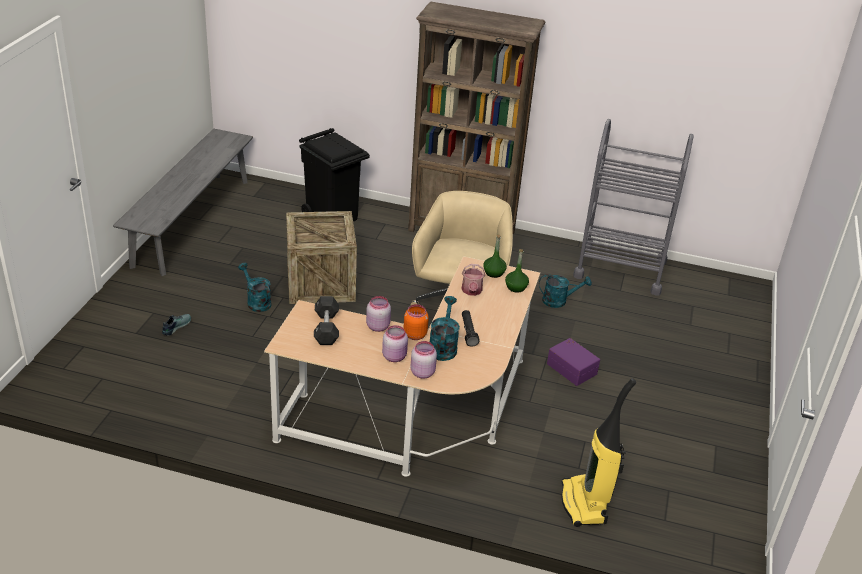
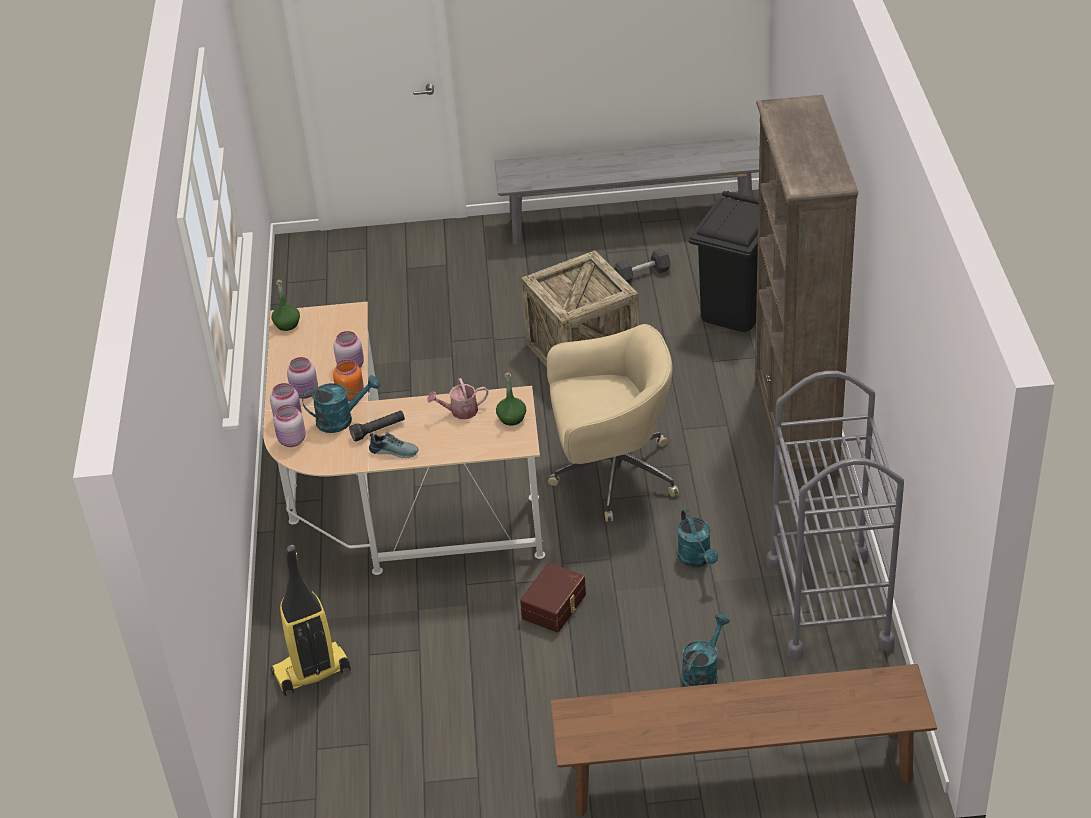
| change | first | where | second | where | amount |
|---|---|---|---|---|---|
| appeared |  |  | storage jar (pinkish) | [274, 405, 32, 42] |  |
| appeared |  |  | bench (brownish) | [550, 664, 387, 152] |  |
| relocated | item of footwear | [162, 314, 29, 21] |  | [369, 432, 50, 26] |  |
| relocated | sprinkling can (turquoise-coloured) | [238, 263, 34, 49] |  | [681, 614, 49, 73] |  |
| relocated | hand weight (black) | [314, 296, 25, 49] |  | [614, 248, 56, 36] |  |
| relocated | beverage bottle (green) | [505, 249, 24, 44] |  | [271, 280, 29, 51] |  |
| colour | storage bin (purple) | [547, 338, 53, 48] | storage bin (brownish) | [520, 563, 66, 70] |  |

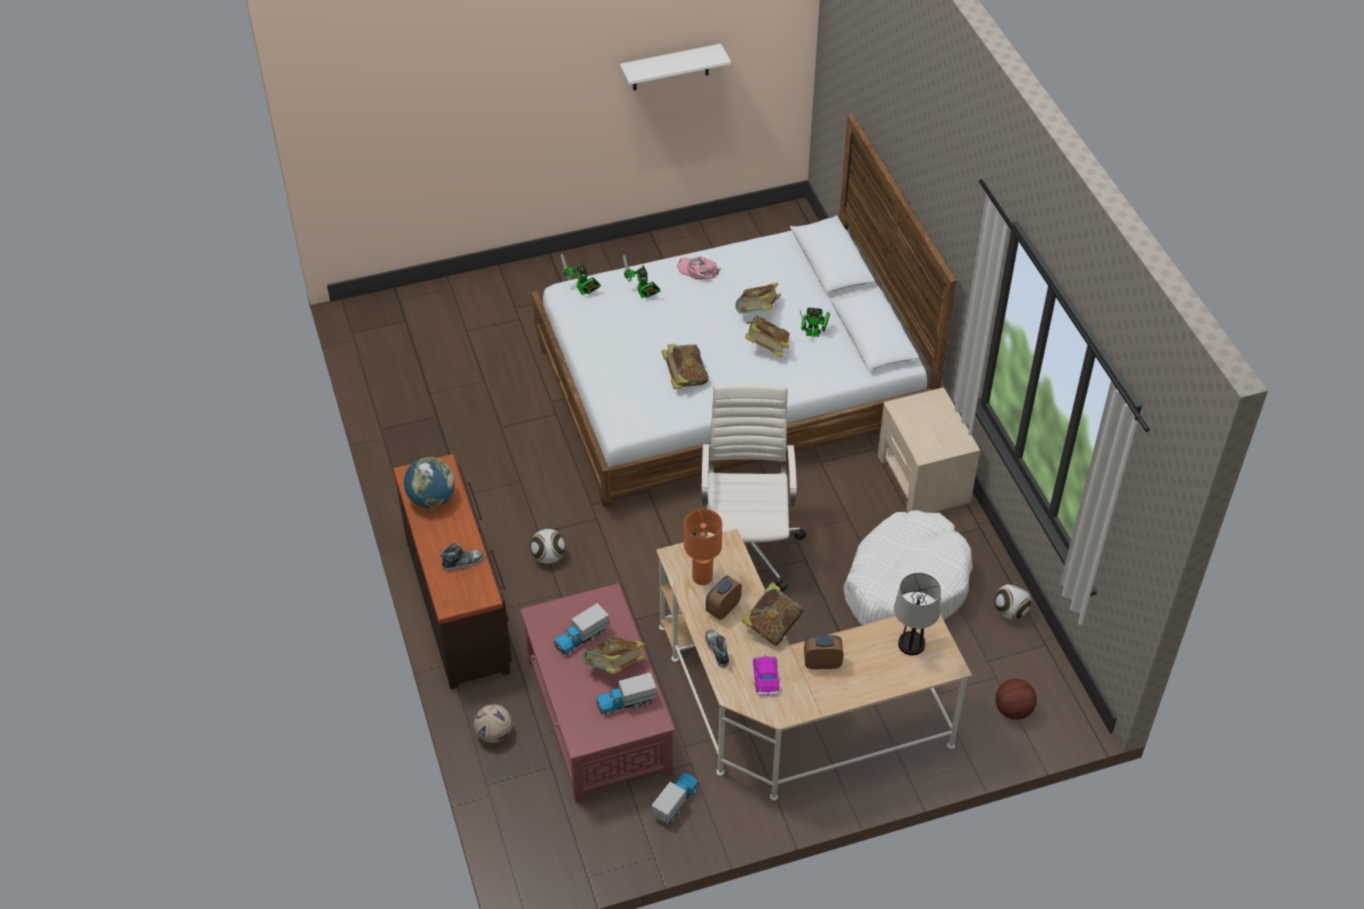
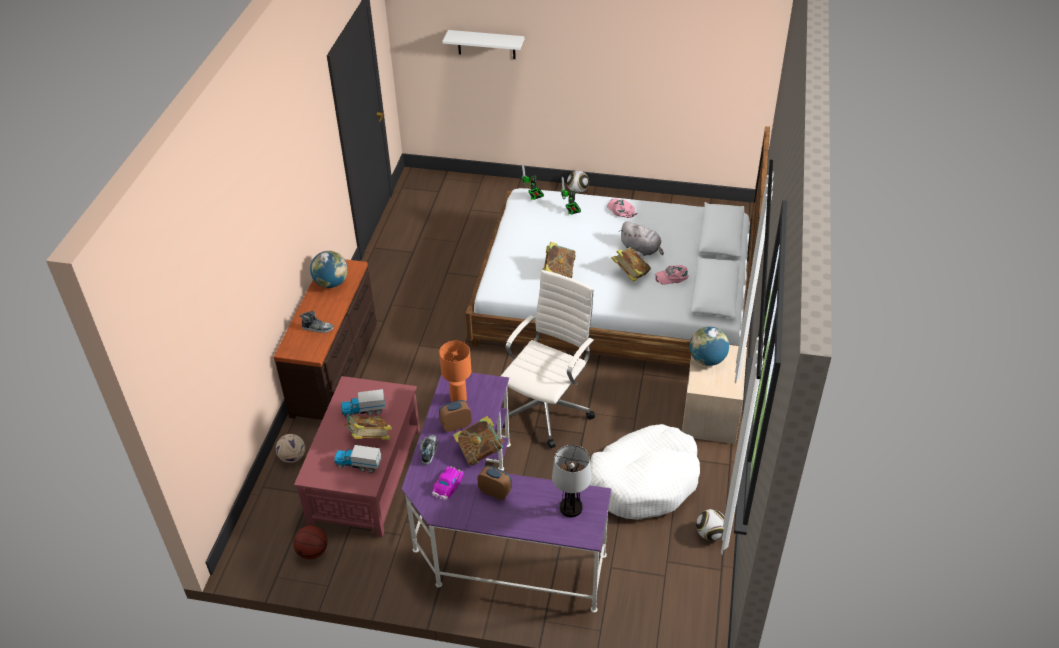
| change | first | where | second | where | amount |
|---|---|---|---|---|---|
| missing | toy lorry | [651, 773, 47, 51] |  |  |  |
| appeared |  |  | globe | [690, 327, 39, 39] |  |
| relocated | football | [530, 529, 36, 35] |  | [567, 171, 22, 22] |  |
| relocated | shelf (white-coloured) | [620, 44, 111, 46] |  | [442, 30, 83, 29] |  |
| relocated | basketball | [995, 679, 42, 41] |  | [293, 525, 35, 35] |  |
| exchanged | bound book | [735, 283, 46, 31] | plush toy (greyish) | [619, 222, 45, 34] |  |
| exchanged | model robot | [800, 308, 30, 29] | baseball cap (pinkish) | [654, 265, 35, 20] |  |
| colour | desk table (beige) | [656, 529, 316, 272] | desk table (purple) | [402, 373, 209, 240] |  |

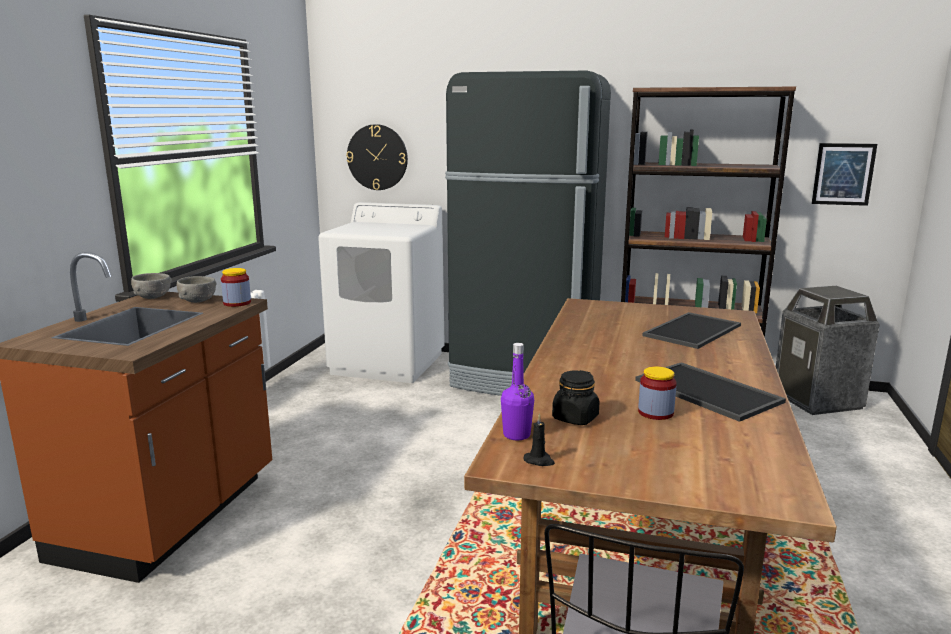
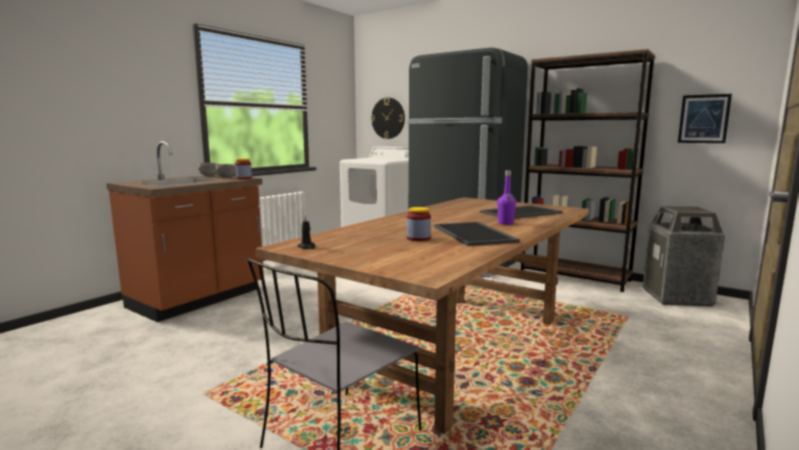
| change | first | where | second | where | amount |
|---|---|---|---|---|---|
| missing | storage jar (black) | [552, 370, 47, 55] |  |  |  |
| relocated | beverage bottle (purple) | [501, 343, 33, 97] |  | [497, 170, 19, 55] |  |

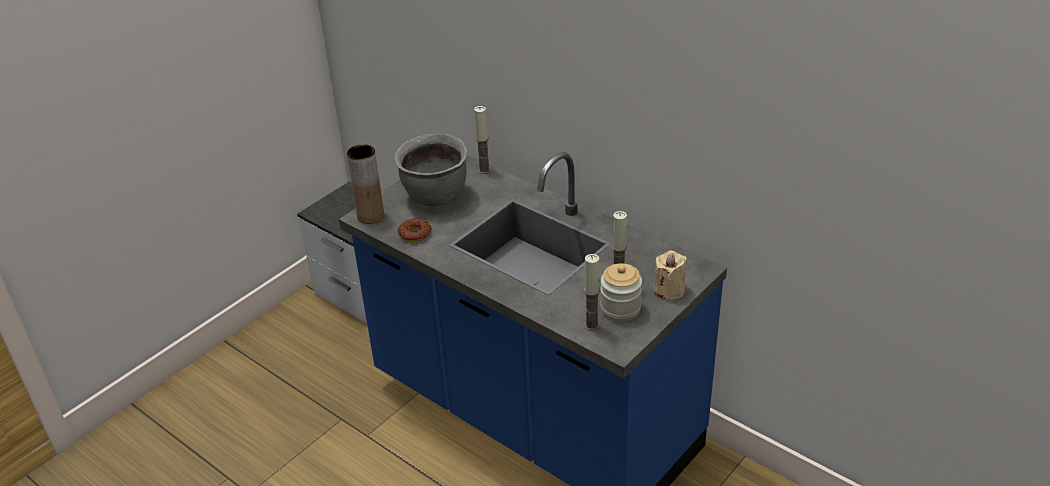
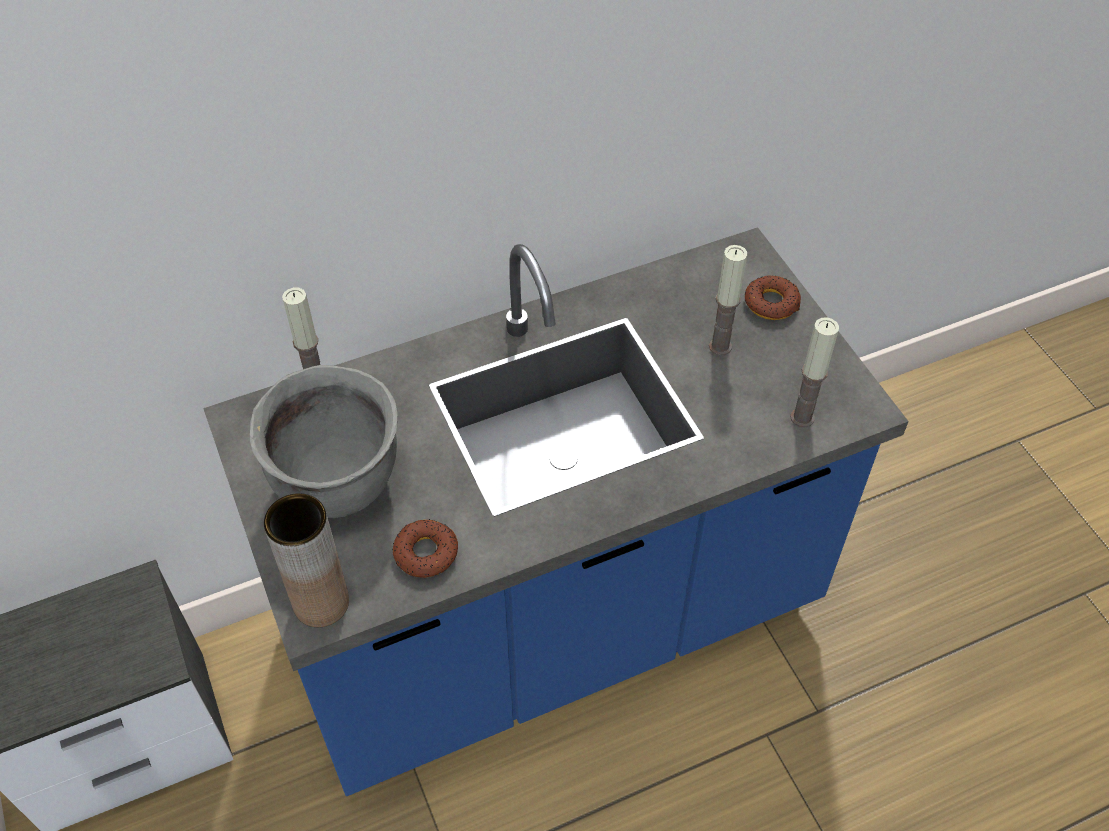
| change | first | where | second | where | amount |
|---|---|---|---|---|---|
| missing | storage jar | [600, 263, 42, 58] |  |  |  |
| exchanged | candle (beige) | [654, 251, 33, 49] | doughnut | [744, 275, 57, 45] |  |

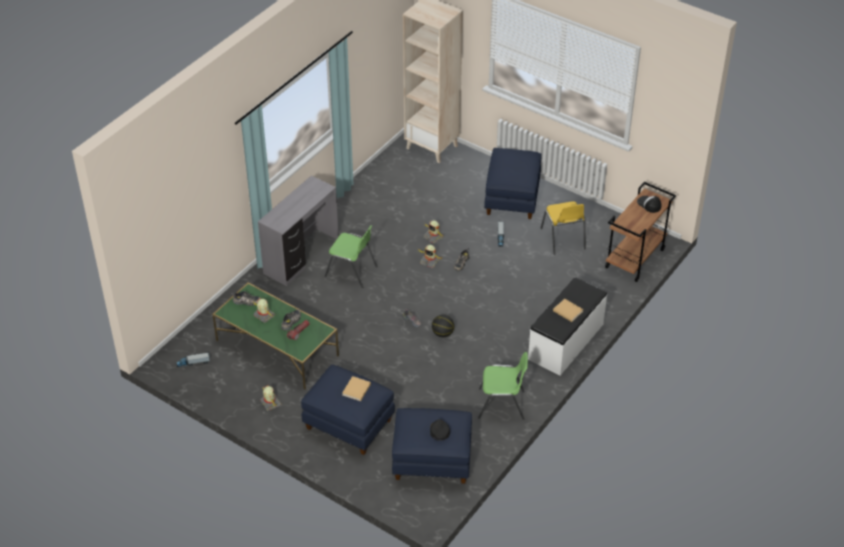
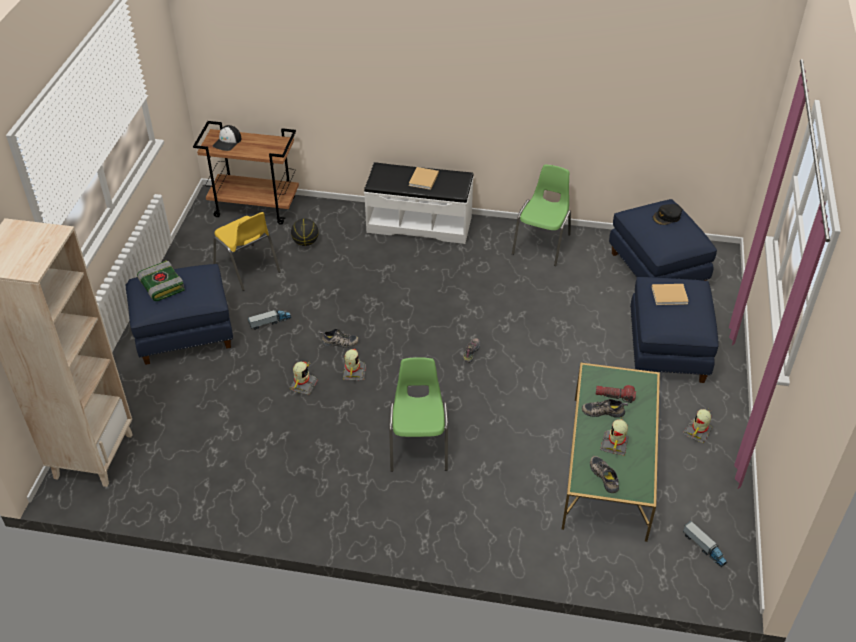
| change | first | where | second | where | amount |
|---|---|---|---|---|---|
| missing | desk table (greyish) | [258, 175, 81, 111] |  |  |  |
| appeared |  |  | bound book | [137, 261, 48, 40] |  |
| relocated | basketball | [432, 315, 22, 22] |  | [291, 219, 28, 27] |  |
| spun | upright chair (green) | [478, 352, 50, 68] |  | [512, 165, 59, 101] | 45 degrees clockwise |
| spun | upright chair (yellow-coloured) | [541, 201, 45, 54] |  | [213, 212, 68, 79] | 90 degrees clockwise |

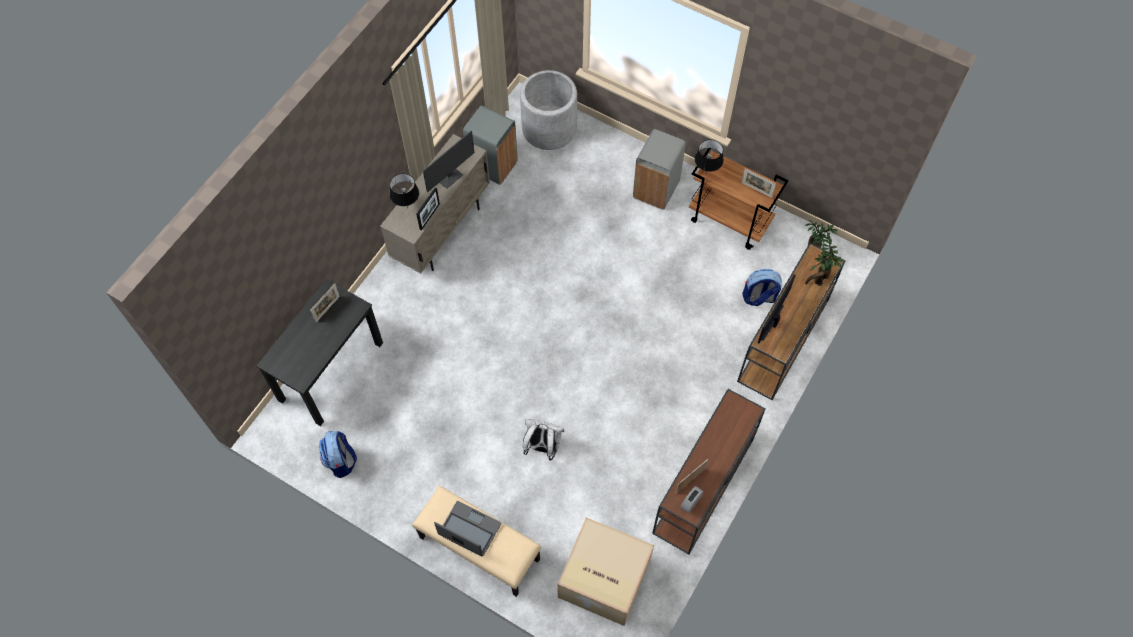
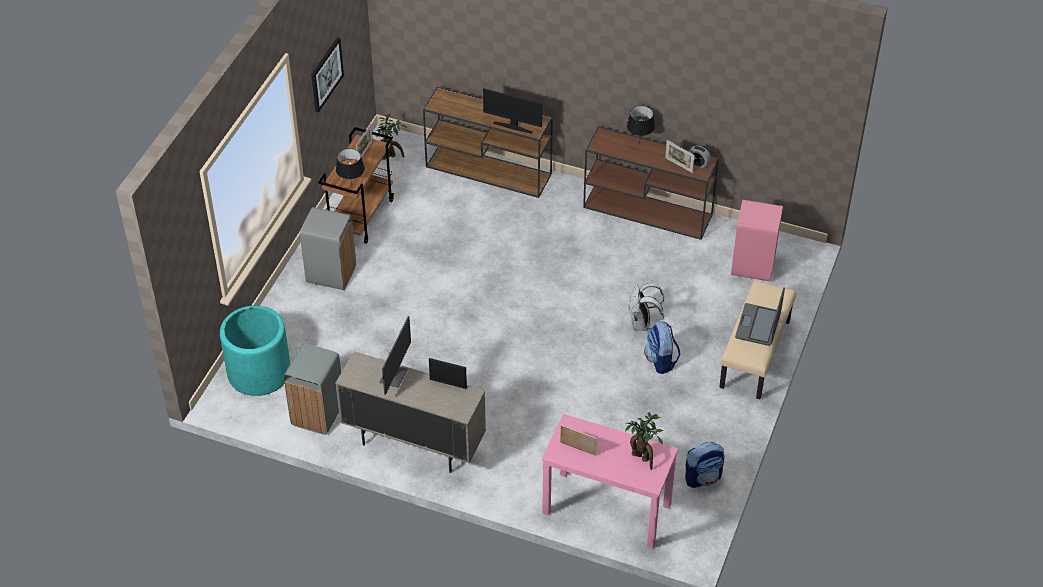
| change | first | where | second | where | amount |
|---|---|---|---|---|---|
| appeared |  |  | wall picture | [311, 37, 33, 76] |  |
| relocated | tabletop lamp (black) | [390, 173, 29, 35] |  | [627, 105, 28, 40] |  |
| relocated | backpack | [742, 269, 40, 37] |  | [644, 320, 37, 54] |  |
| relocated | potted plant | [805, 238, 40, 48] |  | [625, 412, 38, 58] |  |
| exchanged | packing box | [557, 517, 97, 109] | waste bin (pinkish) | [731, 200, 52, 82] |  |
| colour | desk table (black) | [256, 279, 127, 147] | desk table (pinkish) | [542, 414, 136, 134] |  |
| colour | flower pot (greyish) | [520, 70, 57, 80] | flower pot (turquoise-coloured) | [220, 305, 70, 91] |  |
| spun | monitor | [423, 131, 52, 61] |  | [379, 316, 32, 79] | 75 degrees clockwise |

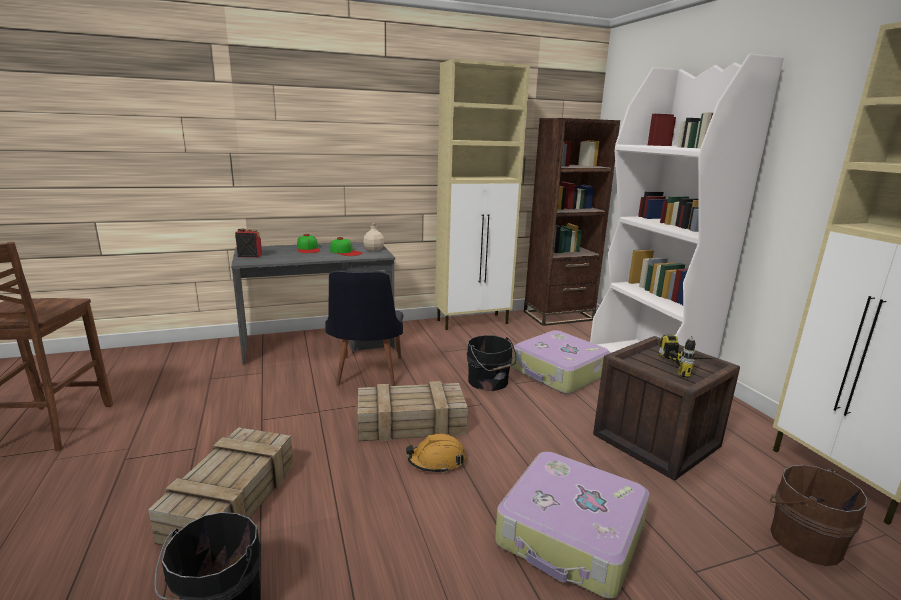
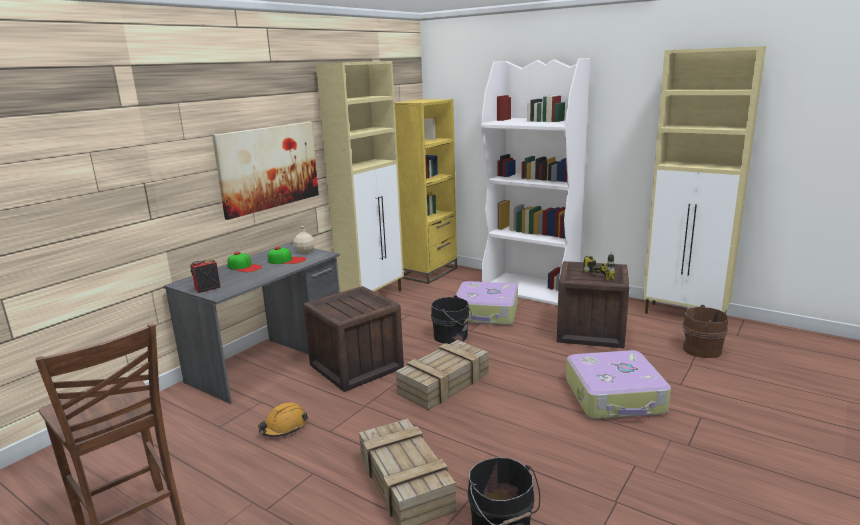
| change | first | where | second | where | amount |
|---|---|---|---|---|---|
| appeared |  |  | wall picture | [212, 122, 107, 98] |  |
| relocated | work helmet (orange) | [406, 433, 60, 40] |  | [258, 402, 50, 35] |  |
| exchanged | upright chair (black) | [325, 270, 78, 116] | crate | [303, 286, 101, 106] |  |
| colour | shelving unit (brownish) | [524, 118, 96, 208] | shelving unit (yellow-coloured) | [395, 99, 62, 185] |  |

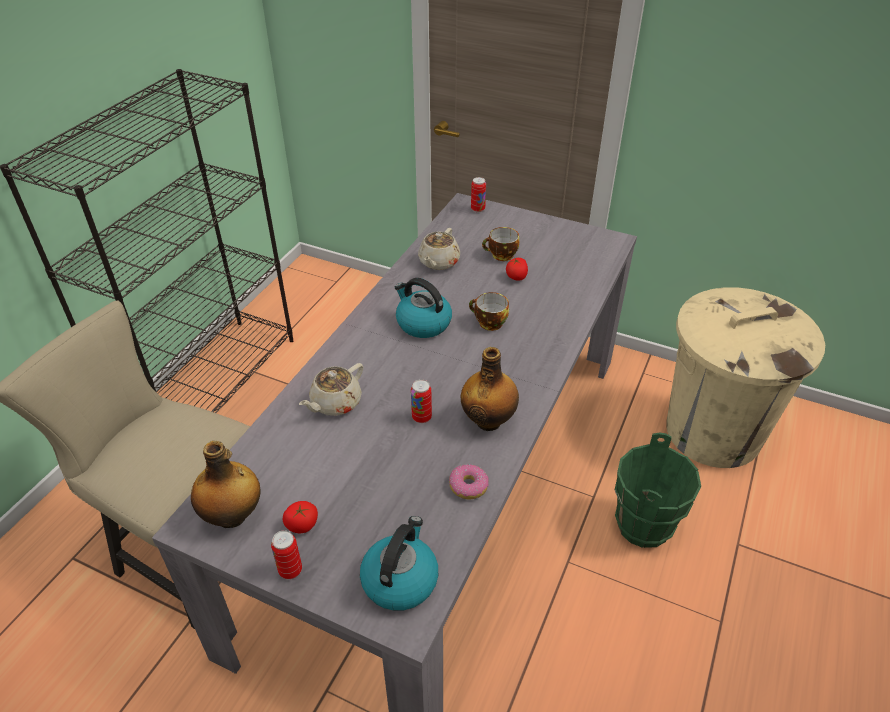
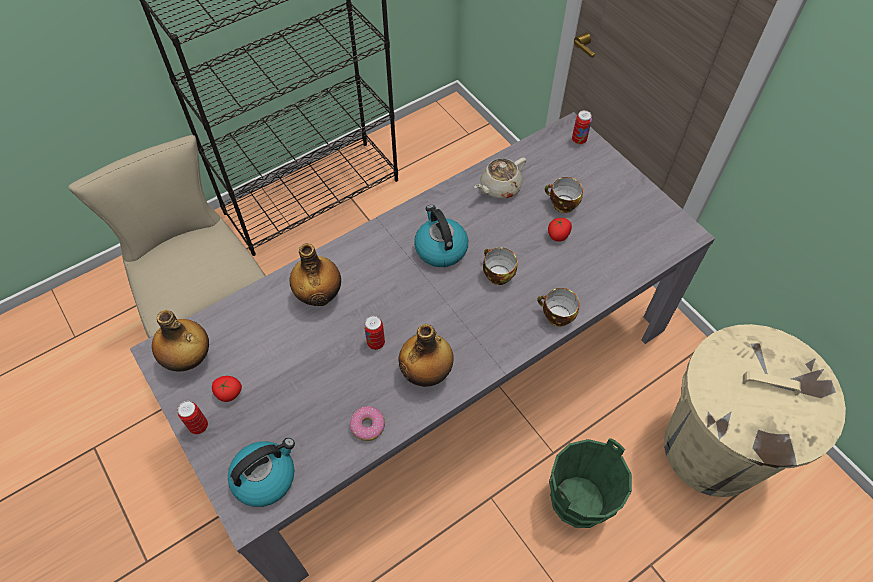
| change | first | where | second | where | amount |
|---|---|---|---|---|---|
| appeared |  |  | drinking cup | [537, 288, 43, 39] |  |
| exchanged | teapot (beige) | [299, 363, 64, 53] | beverage bottle | [290, 243, 51, 63] |  |

